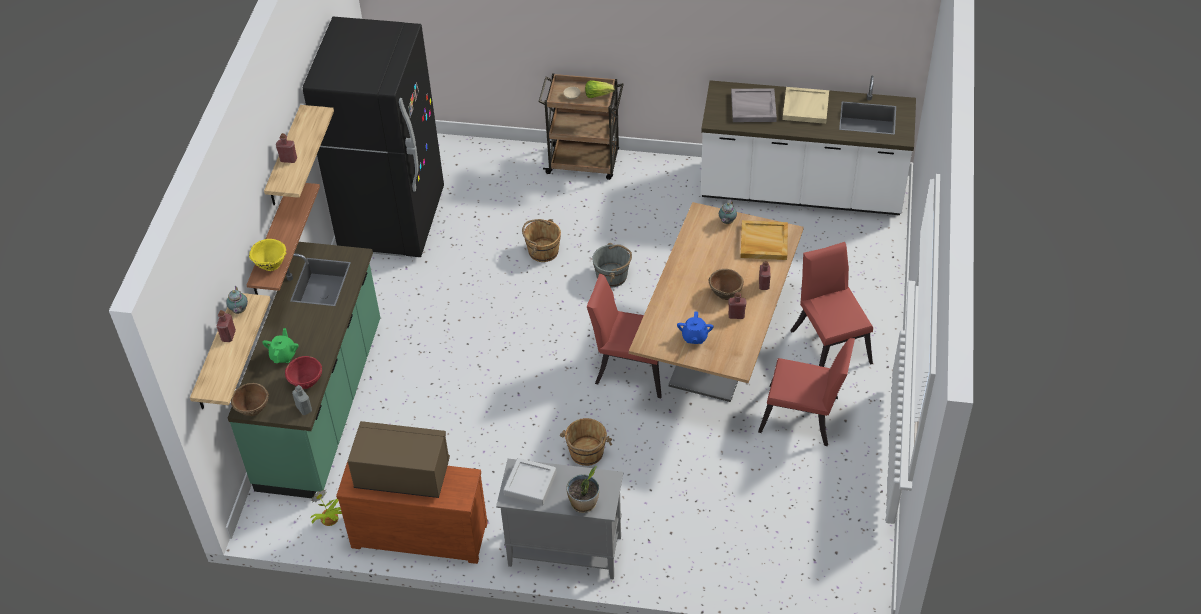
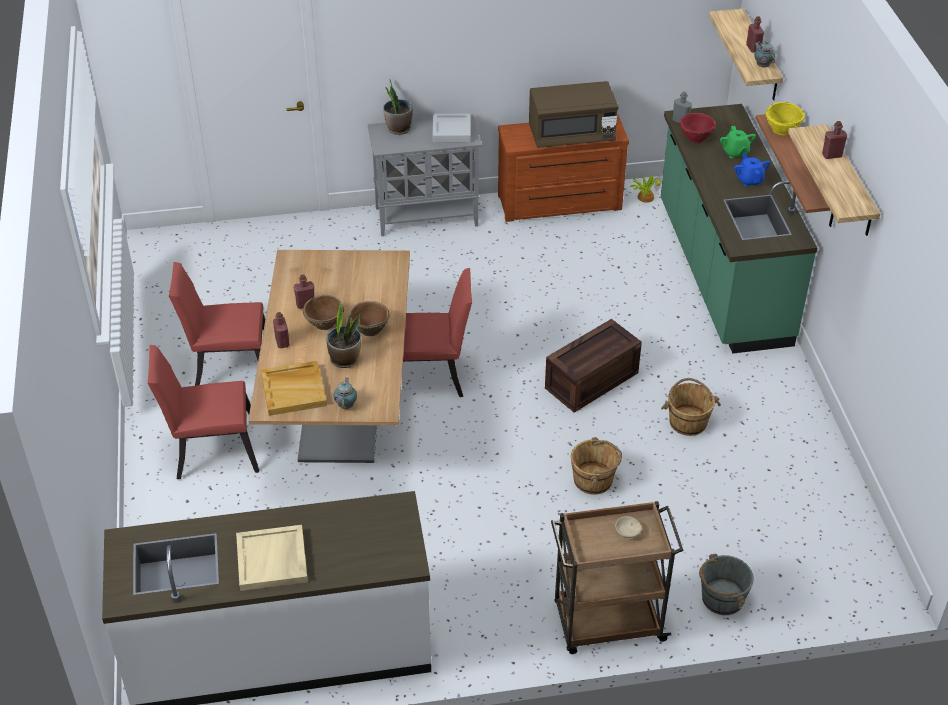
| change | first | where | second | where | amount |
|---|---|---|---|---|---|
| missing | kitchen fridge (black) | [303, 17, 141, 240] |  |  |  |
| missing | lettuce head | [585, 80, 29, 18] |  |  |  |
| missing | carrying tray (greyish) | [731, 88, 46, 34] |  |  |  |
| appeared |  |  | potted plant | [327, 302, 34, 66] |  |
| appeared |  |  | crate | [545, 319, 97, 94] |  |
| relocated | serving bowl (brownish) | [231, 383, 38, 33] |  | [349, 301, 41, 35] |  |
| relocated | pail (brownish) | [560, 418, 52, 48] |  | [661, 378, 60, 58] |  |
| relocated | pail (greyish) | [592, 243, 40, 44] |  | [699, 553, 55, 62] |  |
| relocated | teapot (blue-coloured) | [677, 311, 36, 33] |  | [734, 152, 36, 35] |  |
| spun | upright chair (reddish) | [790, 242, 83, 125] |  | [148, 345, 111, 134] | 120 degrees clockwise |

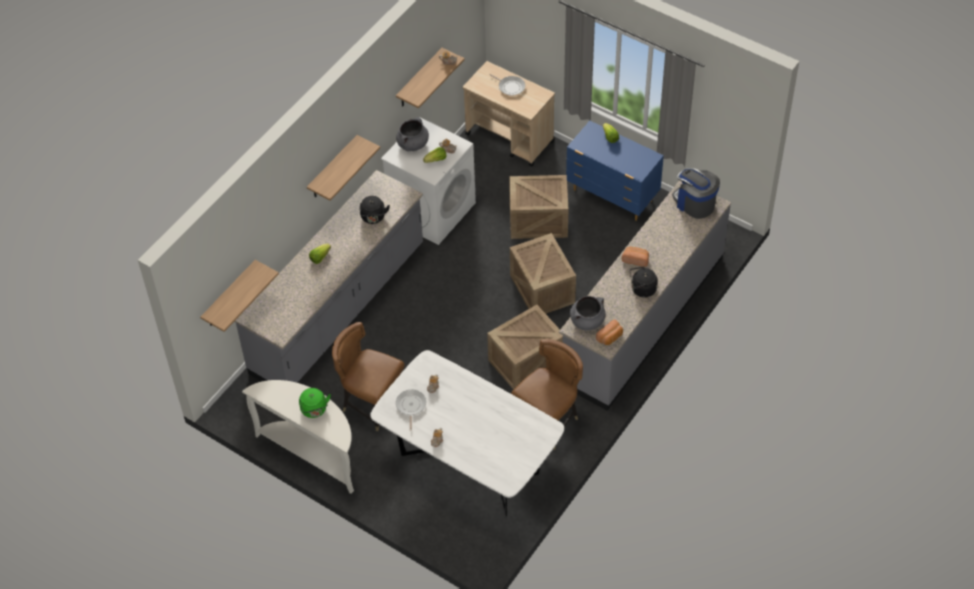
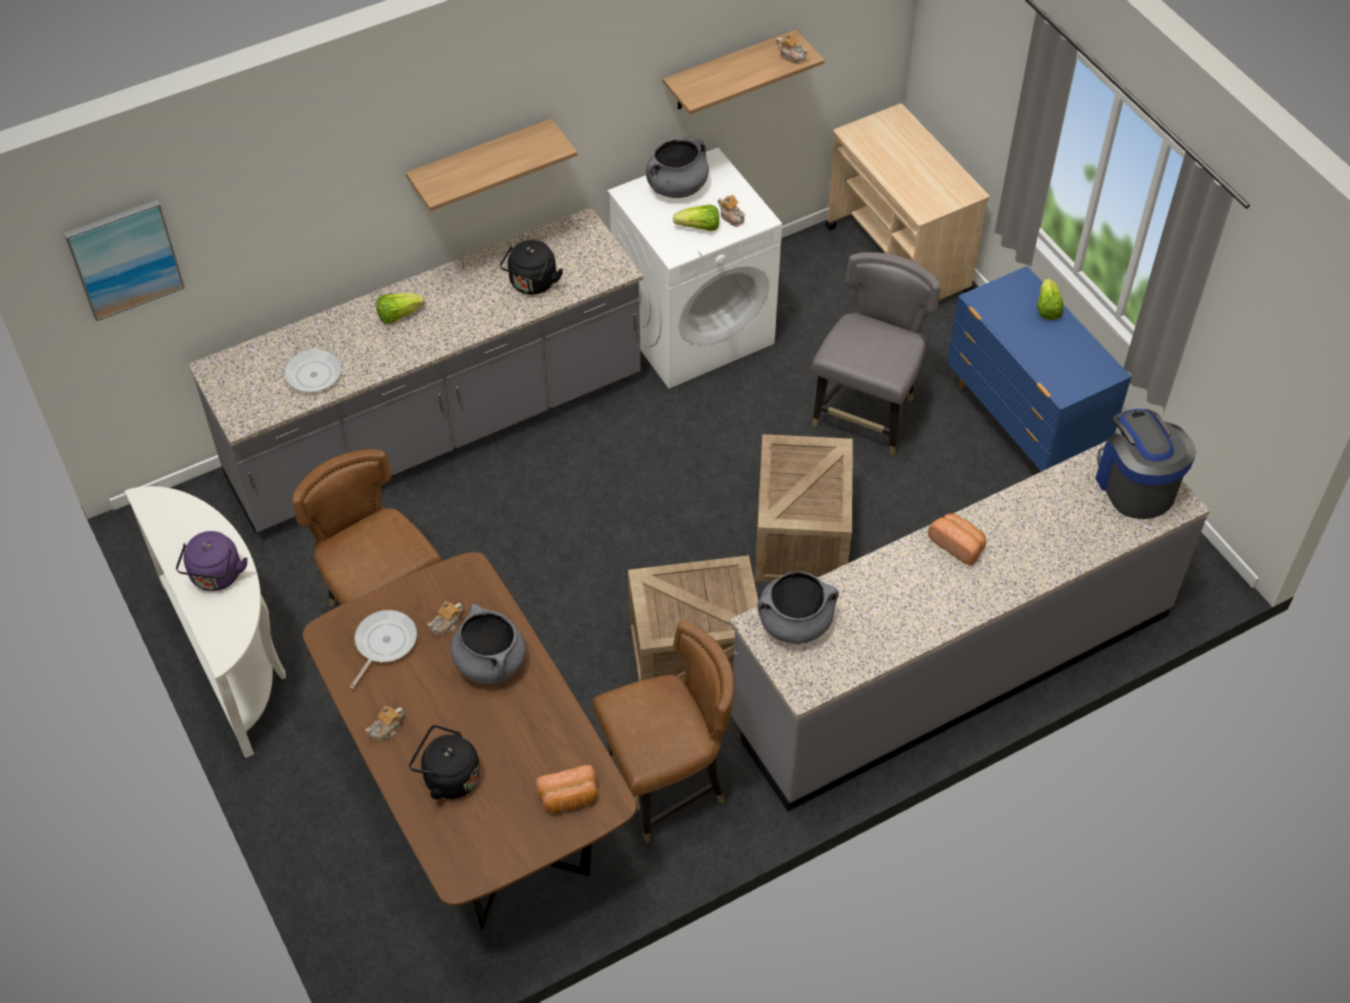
| change | first | where | second | where | amount |
|---|---|---|---|---|---|
| missing | shelf | [200, 260, 79, 72] |  |  |  |
| appeared |  |  | wall picture | [64, 200, 121, 121] |  |
| appeared |  |  | saucepot (greyish) | [451, 604, 75, 80] |  |
| relocated | pan | [489, 74, 36, 22] |  | [284, 331, 58, 61] |  |
| relocated | bakery bread | [596, 319, 27, 26] |  | [535, 765, 63, 48] |  |
| relocated | tea kettle (black) | [630, 266, 28, 32] |  | [409, 725, 71, 74] |  |
| exchanged | crate | [509, 175, 60, 64] | upright chair (greyish) | [812, 252, 129, 204] |  |
| colour | tea kettle (green) | [299, 388, 32, 30] | tea kettle (purple) | [176, 531, 72, 60] |  |
| colour | dining table (white-coloured) | [370, 350, 194, 166] | dining table (brownish) | [302, 552, 335, 378] |  |

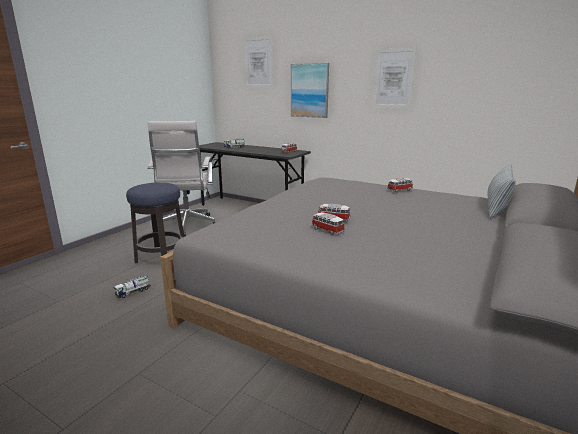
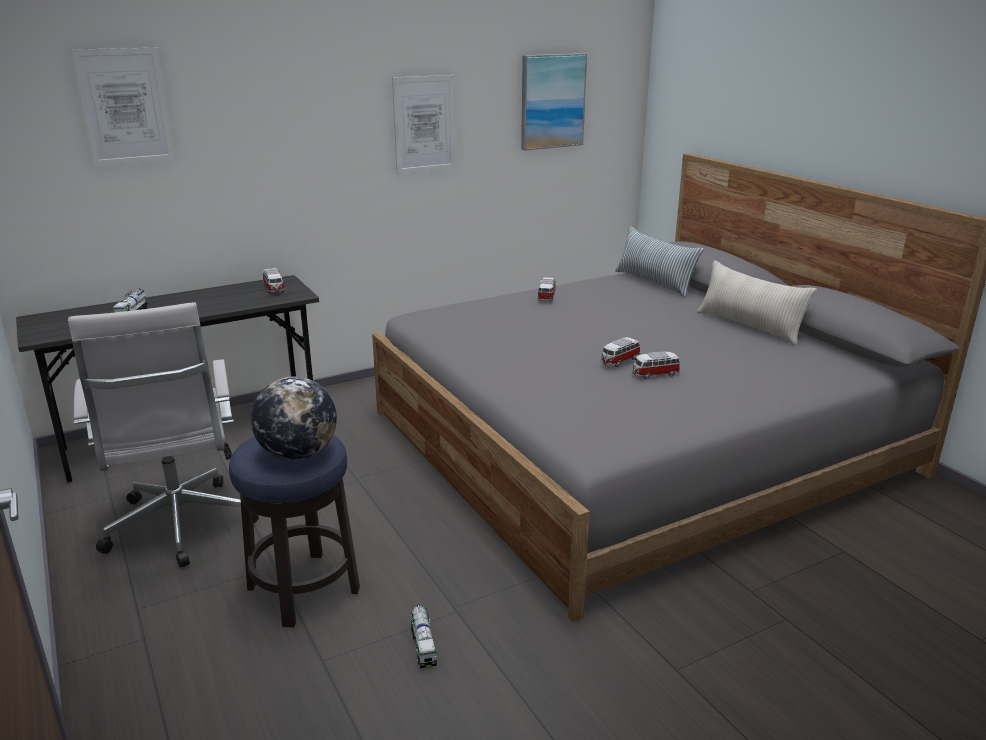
| change | first | where | second | where | amount |
|---|---|---|---|---|---|
| appeared |  |  | globe | [251, 376, 86, 84] |  |
| appeared |  |  | cushion (beige) | [697, 260, 120, 86] |  |
| relocated | wall picture | [291, 63, 38, 55] |  | [521, 53, 66, 98] |  |
| spun | office chair (white-coloured) | [147, 121, 69, 116] |  | [68, 302, 191, 266] | 45 degrees clockwise |

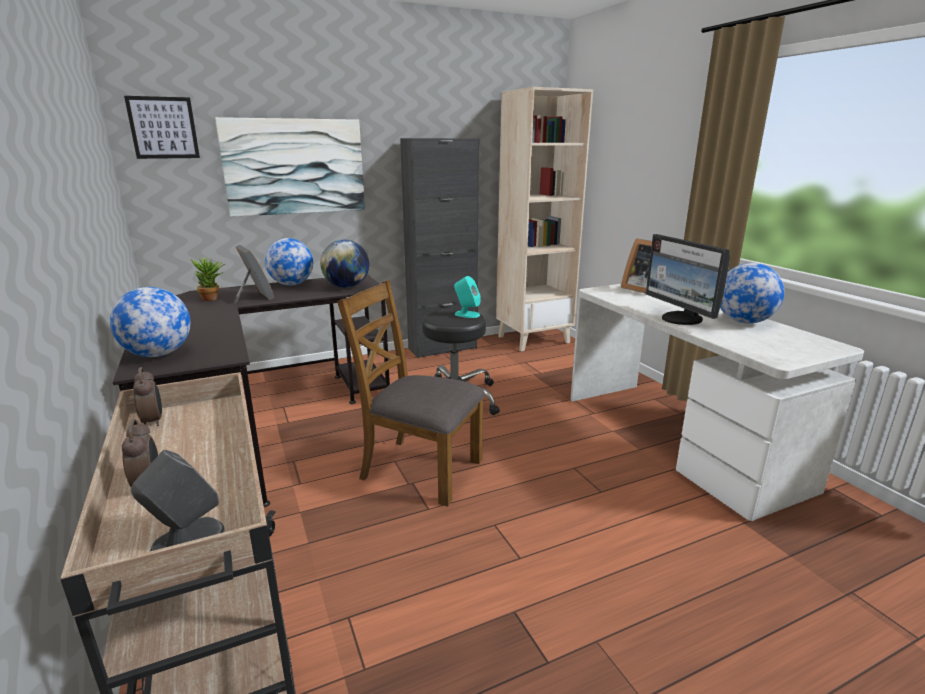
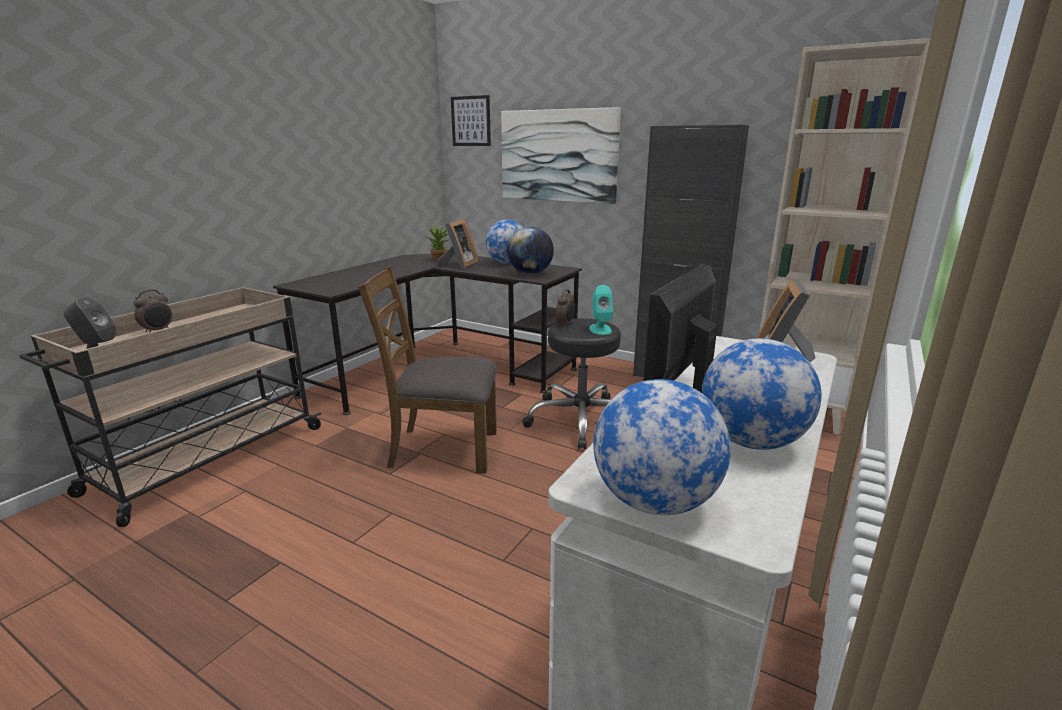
| change | first | where | second | where | amount |
|---|---|---|---|---|---|
| relocated | globe | [110, 287, 81, 70] |  | [593, 379, 138, 136] |  |
| relocated | bedside clock | [133, 367, 29, 59] |  | [556, 289, 19, 38] |  |
| spun | upright chair (brownish) | [337, 280, 148, 227] |  | [358, 266, 140, 208] | 75 degrees counterclockwise |

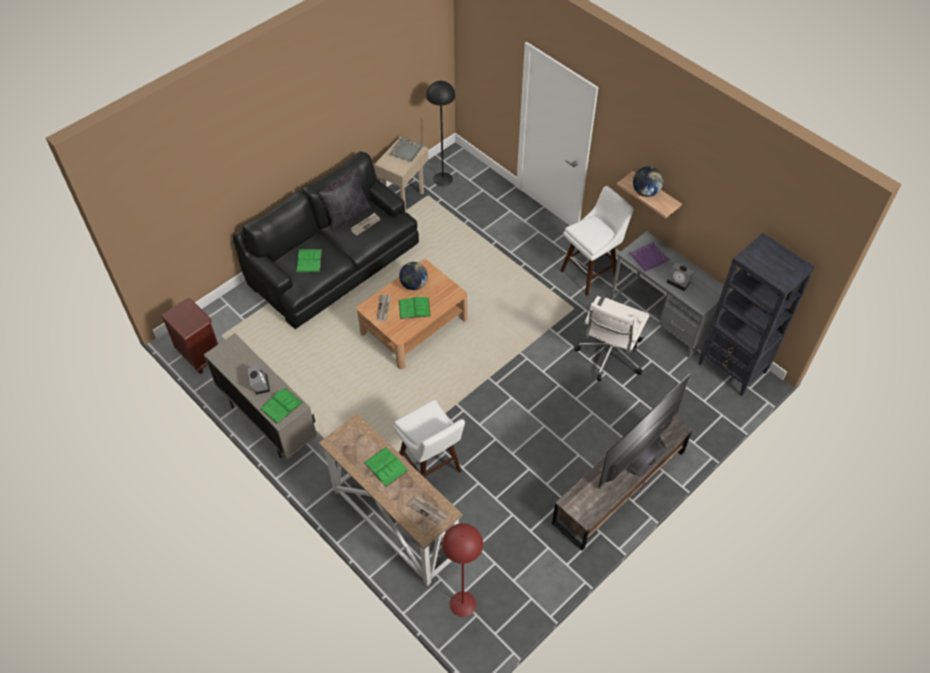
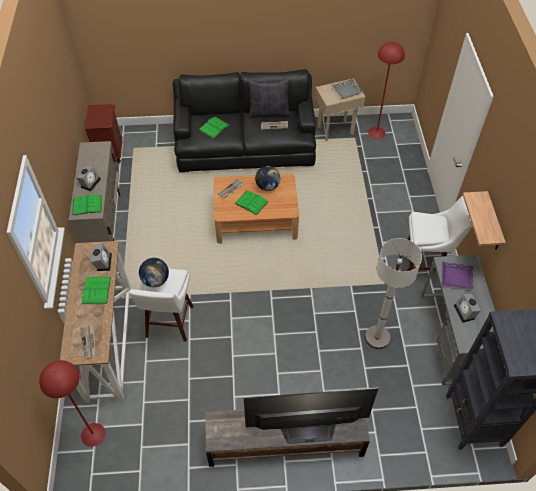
| change | first | where | second | where | amount |
|---|---|---|---|---|---|
| appeared |  |  | bedside clock | [91, 243, 21, 28] |  |
| relocated | globe | [633, 167, 30, 30] |  | [139, 258, 30, 29] |  |
| exchanged | office chair (white-coloured) | [574, 296, 76, 85] | standing lamp (white-coloured) | [365, 238, 57, 111] |  |
| colour | standing lamp (black) | [426, 81, 29, 105] | standing lamp (reddish) | [368, 42, 37, 97] |  |

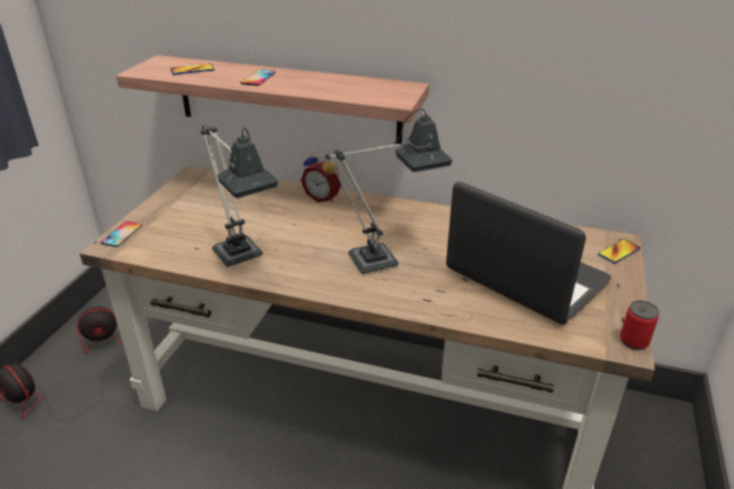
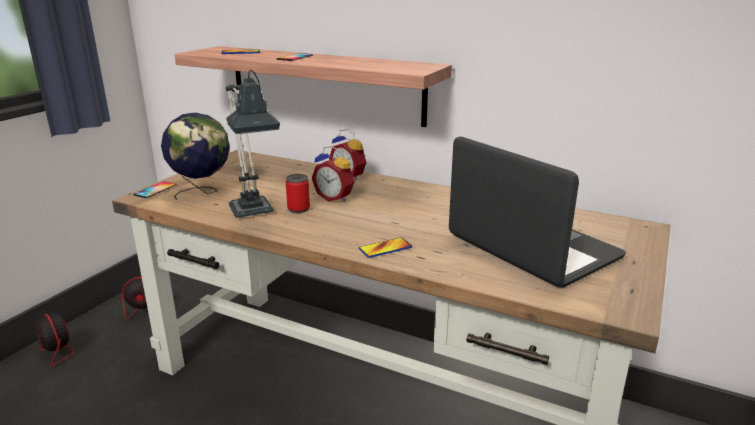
| change | first | where | second | where | amount |
|---|---|---|---|---|---|
| missing | tabletop lamp | [325, 109, 127, 164] |  |  |  |
| appeared |  |  | globe | [161, 112, 69, 88] |  |
| appeared |  |  | bedside clock | [312, 146, 43, 56] |  |
| relocated | phone | [598, 239, 43, 24] |  | [359, 238, 53, 20] |  |
| relocated | metal can | [620, 300, 39, 50] |  | [286, 174, 24, 39] |  |

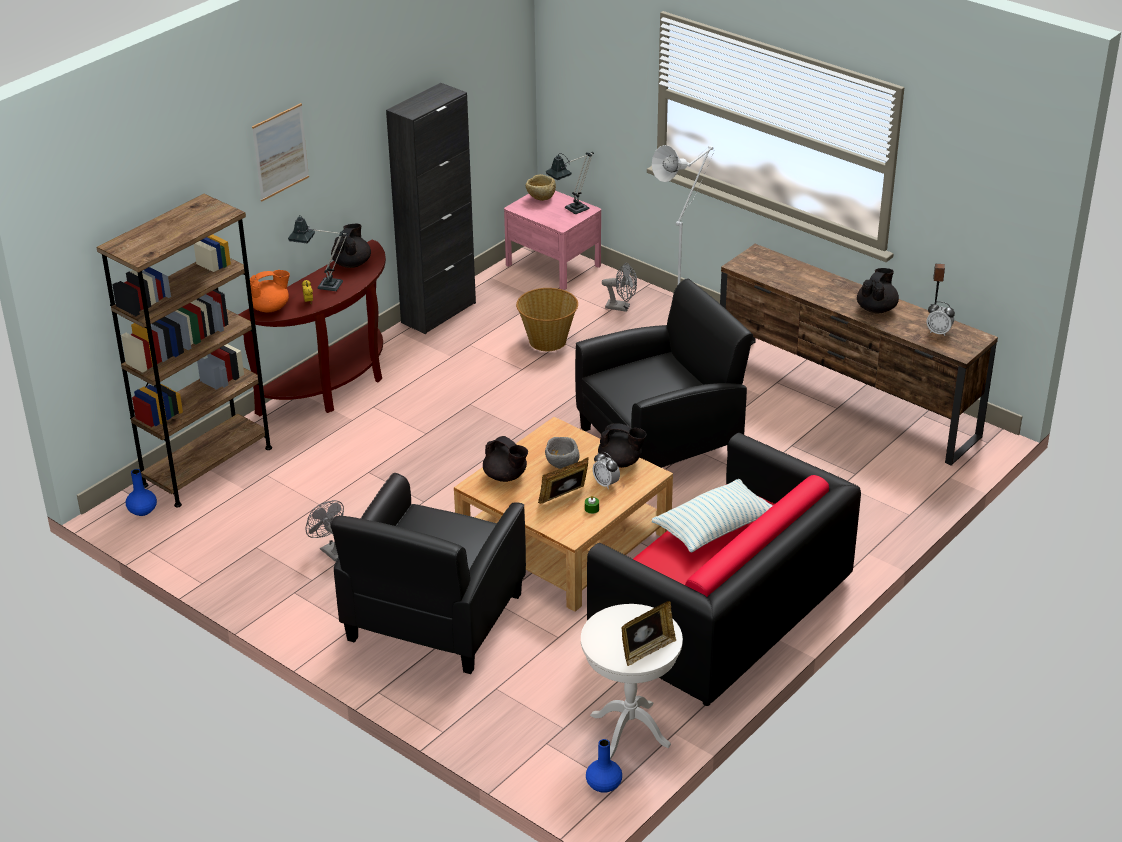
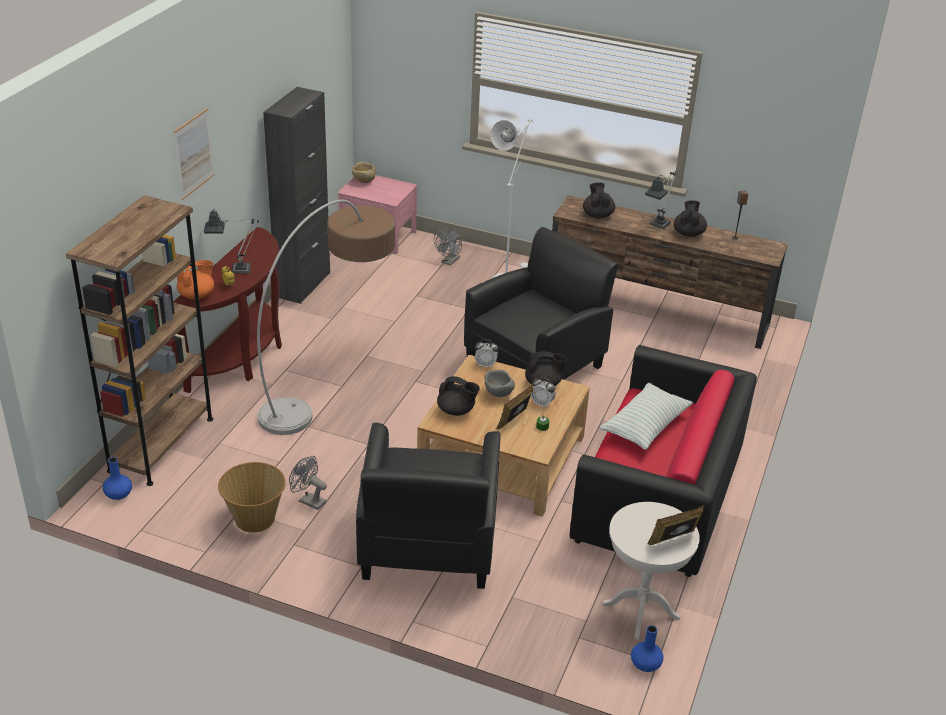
| change | first | where | second | where | amount |
|---|---|---|---|---|---|
| appeared |  |  | standing lamp | [257, 200, 138, 235] |  |
| relocated | teapot (black) | [331, 224, 40, 44] |  | [583, 182, 32, 37] |  |
| relocated | storage basket | [516, 288, 62, 63] |  | [218, 462, 68, 71] |  |
| relocated | tabletop lamp | [546, 152, 48, 62] |  | [645, 171, 31, 58] |  |
| relocated | bedside clock | [927, 301, 28, 35] |  | [475, 339, 23, 29] |  |
| spun | electric fan (greyish) | [602, 263, 35, 49] |  | [434, 226, 28, 40] | 120 degrees clockwise |
| spun | picture frame | [621, 601, 55, 65] |  | [647, 505, 57, 40] | 150 degrees counterclockwise |

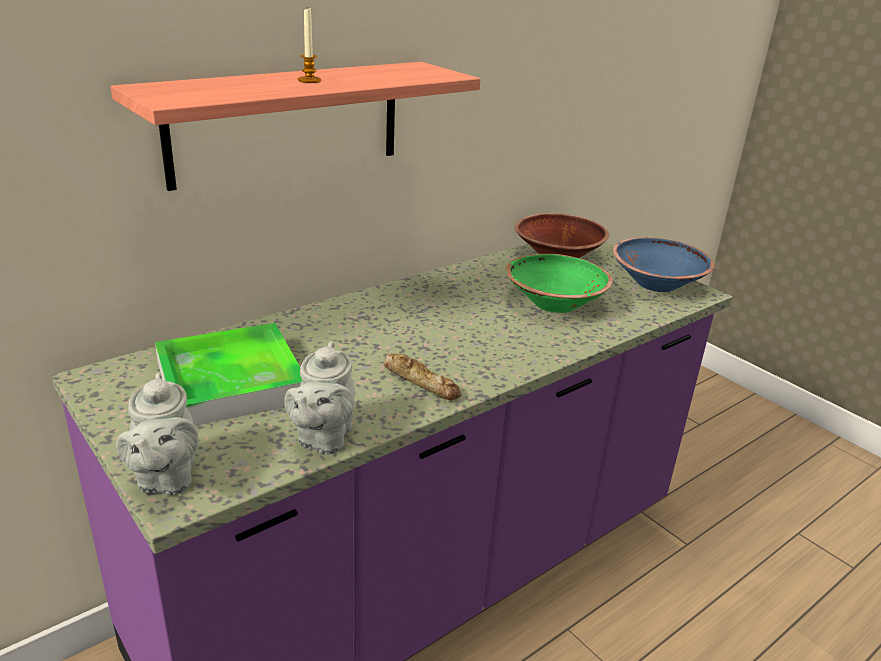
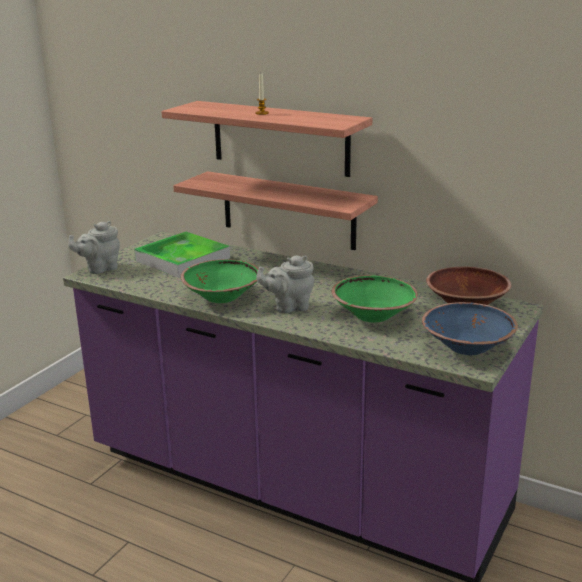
| change | first | where | second | where | amount |
|---|---|---|---|---|---|
| appeared |  |  | shelf | [173, 171, 205, 79] |  |
| relocated | teapot (greyish) | [284, 341, 71, 113] |  | [257, 255, 57, 58] |  |
| exchanged | bakery bread | [383, 353, 79, 47] | serving bowl (green) | [181, 259, 78, 44] |  |

